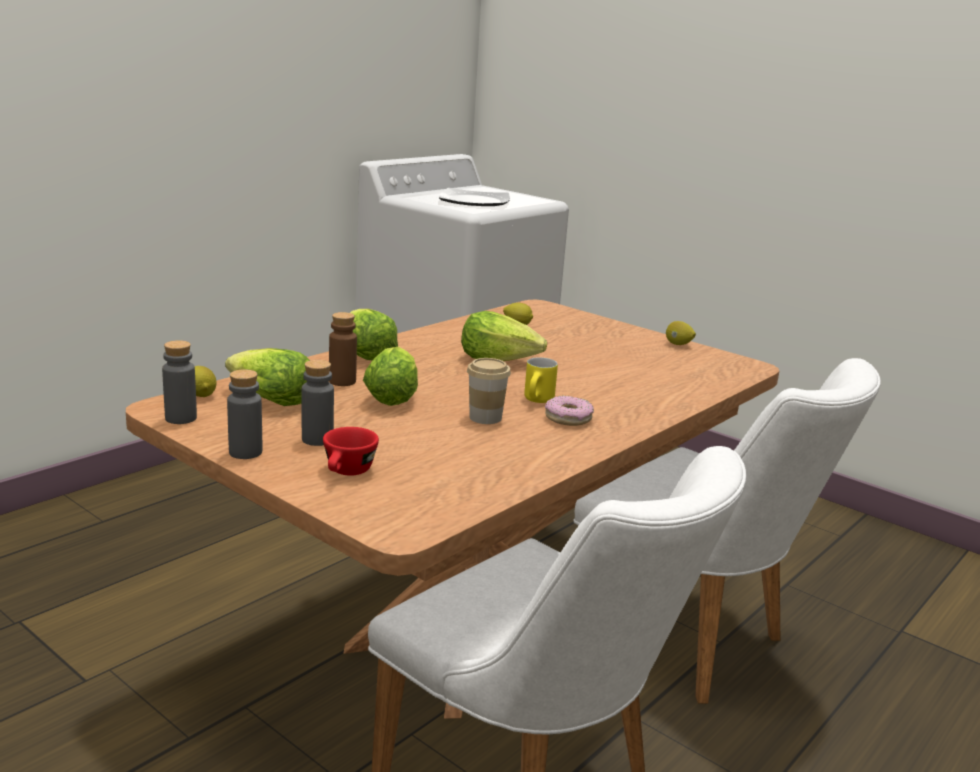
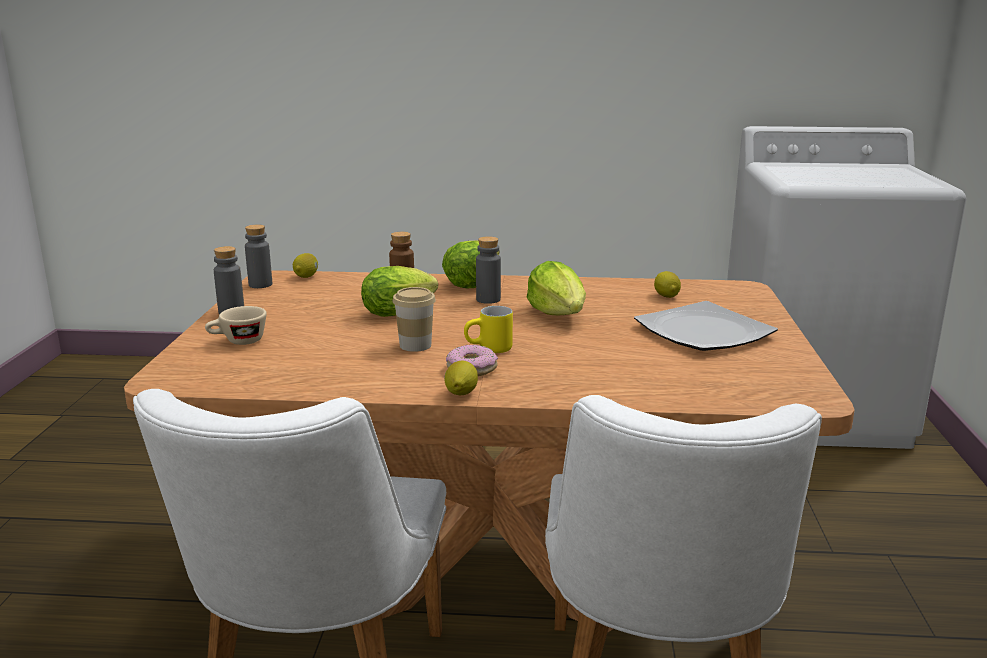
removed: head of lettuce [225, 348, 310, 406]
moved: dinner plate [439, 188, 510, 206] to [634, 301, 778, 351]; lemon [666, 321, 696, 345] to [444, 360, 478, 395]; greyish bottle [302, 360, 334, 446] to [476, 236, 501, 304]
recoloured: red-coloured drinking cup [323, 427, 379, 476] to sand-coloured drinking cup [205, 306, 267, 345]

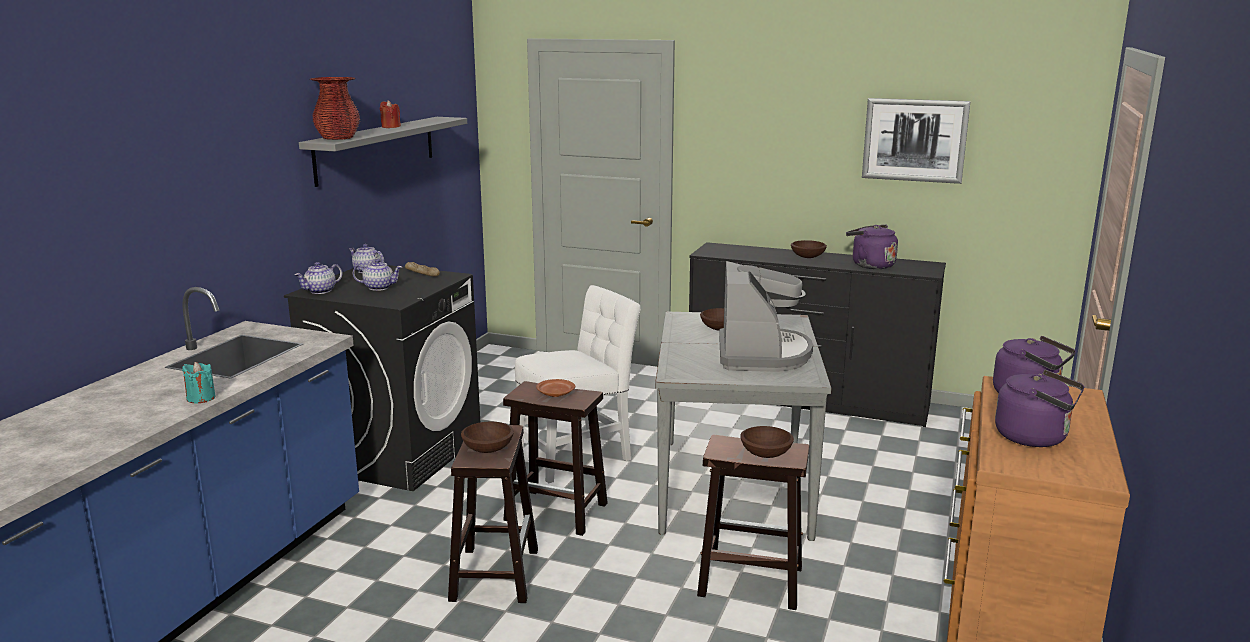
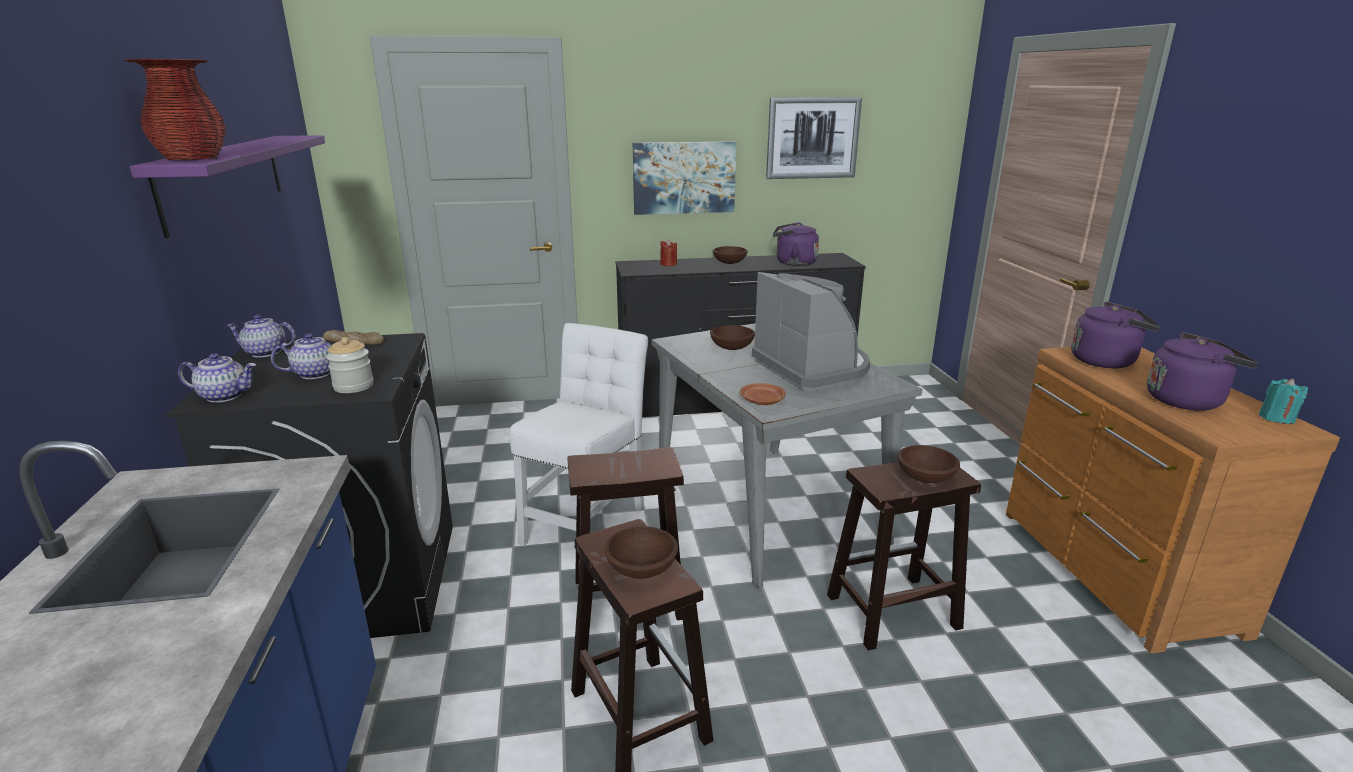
added: wall art [633, 141, 736, 215]; preserve jar [326, 337, 374, 393]
moved: red-coloured wax candle [380, 100, 401, 128] to [660, 240, 677, 266]; turquoise wax candle [182, 362, 216, 403] to [1259, 379, 1308, 424]; brownish dinner plate [536, 379, 575, 397] to [740, 383, 786, 405]
recoloured: greyish bracket shelf [299, 117, 467, 187] to purple-coloured bracket shelf [130, 135, 325, 238]
turned: tea pot [295, 262, 343, 294] = [178, 353, 256, 403] 105 degrees counterclockwise

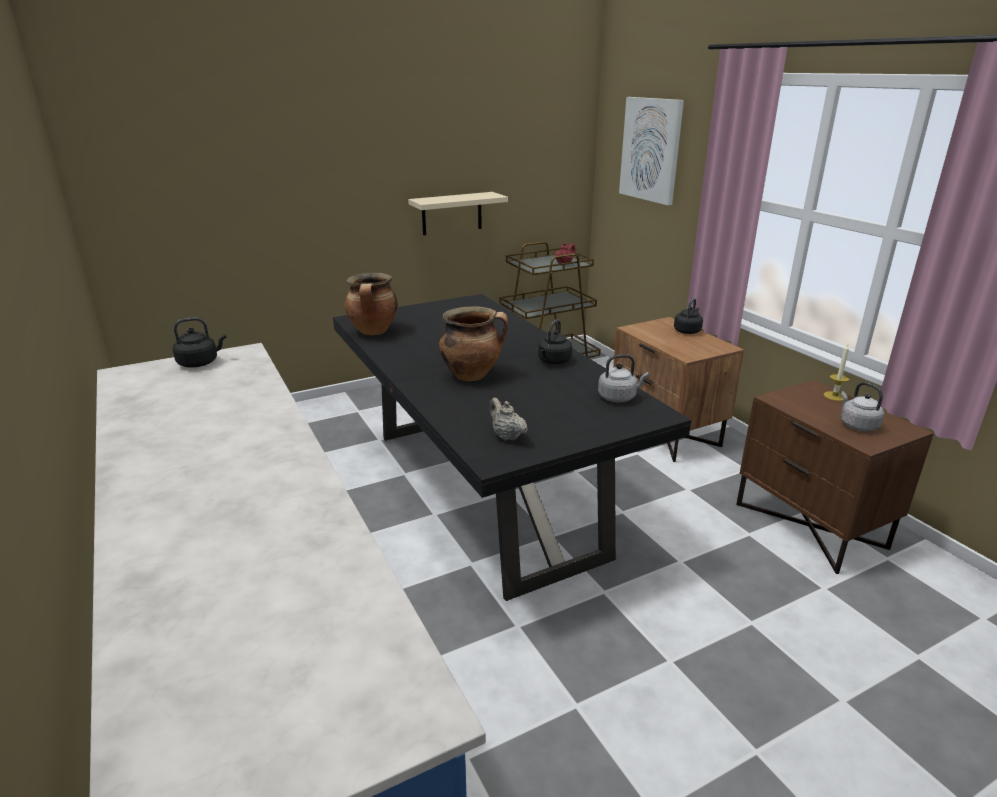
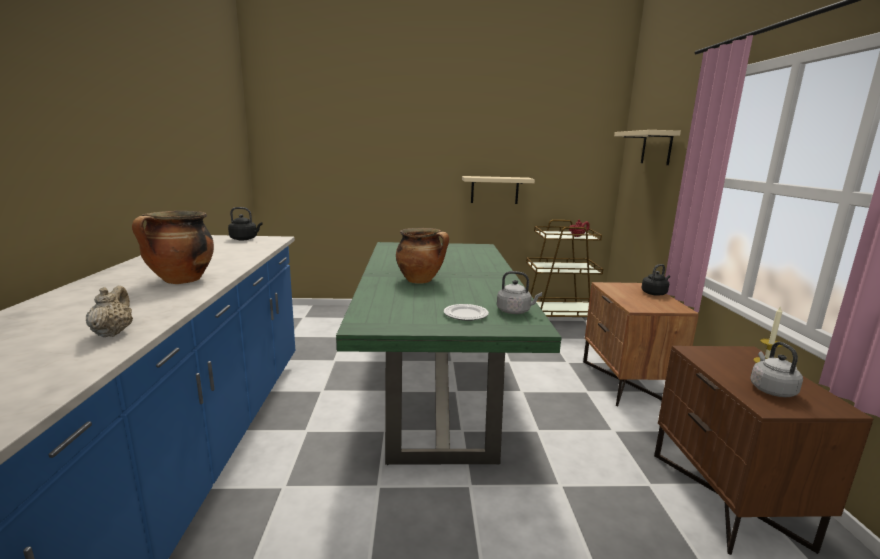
removed: black-coloured water kettle [538, 319, 572, 364]
added: dinner plate [444, 304, 489, 321]
moved: cooking pot [345, 273, 398, 335] to [132, 211, 214, 284]; sand-coloured tea pot [489, 398, 527, 440] to [86, 286, 133, 337]
replaced: wall art [619, 97, 684, 205] to sand-coloured bracket shelf [614, 130, 681, 165]
recoloured: black-coloured dinner table [333, 294, 691, 601] to green-coloured dinner table [336, 242, 562, 465]

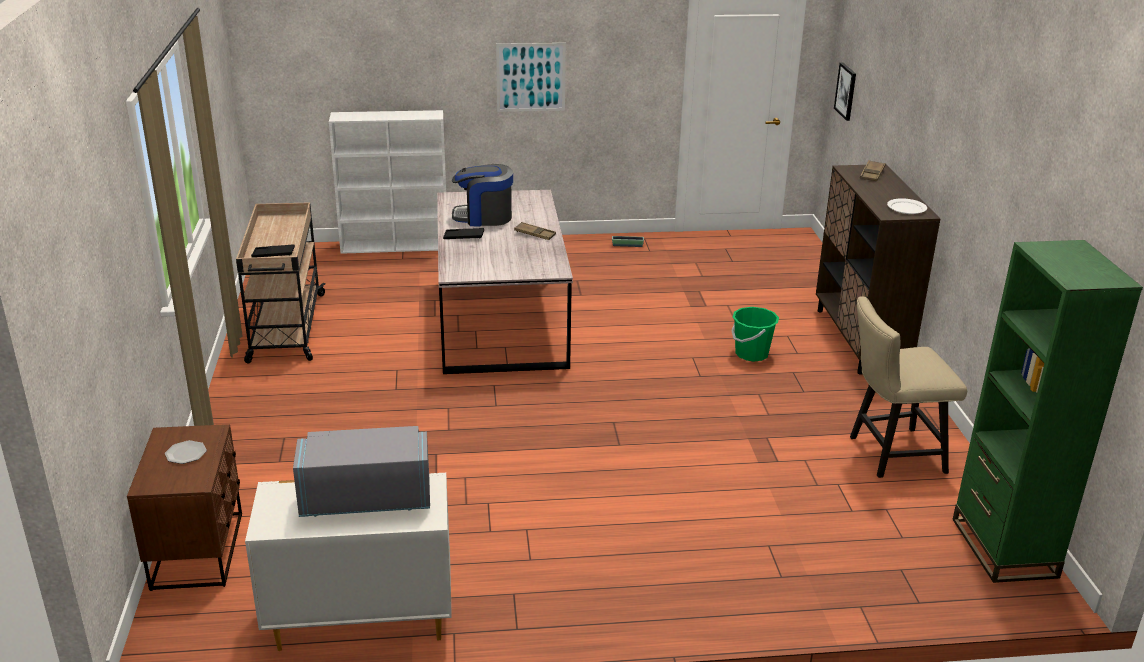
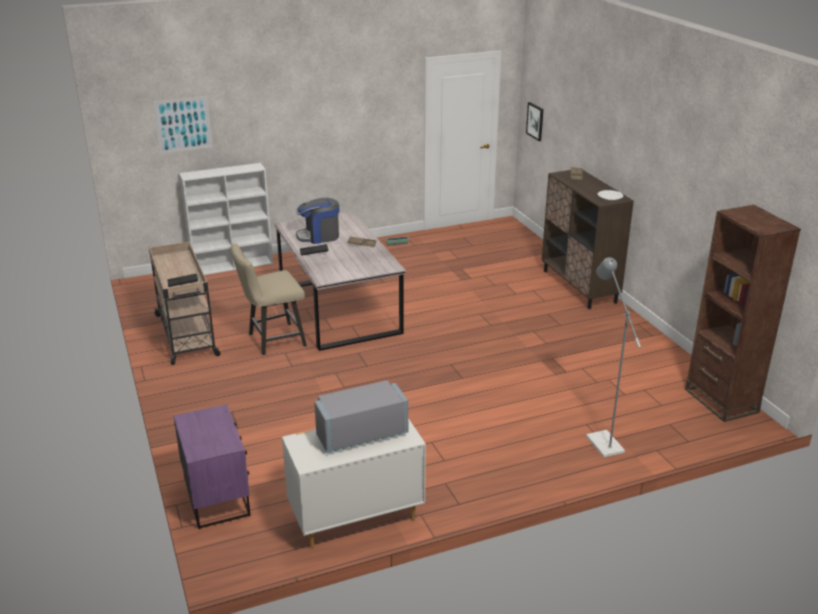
removed: green-coloured bucket [731, 307, 779, 362]; dinner plate [165, 440, 207, 464]
added: greyish floor lamp [586, 257, 641, 457]
moved: wall art [496, 43, 566, 112] to [153, 96, 213, 154]; sand-coloured plain chair [850, 297, 967, 478] to [231, 244, 307, 355]
recoloured: green-coloured shelving unit [953, 240, 1143, 583] to brownish shelving unit [685, 205, 801, 422]; brownish night table [127, 424, 242, 591] to purple-coloured night table [173, 404, 251, 529]

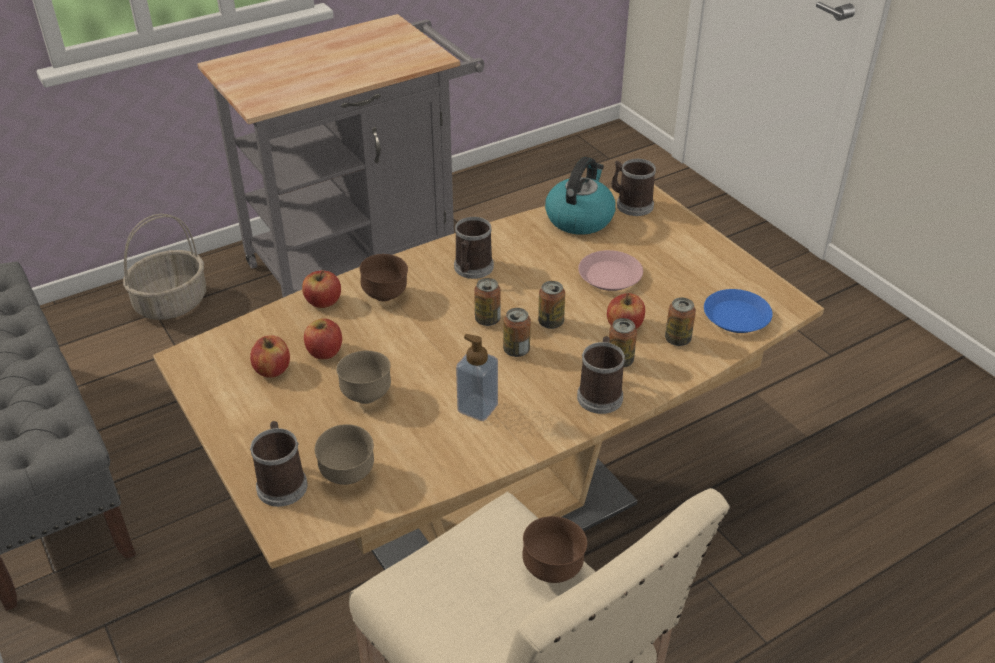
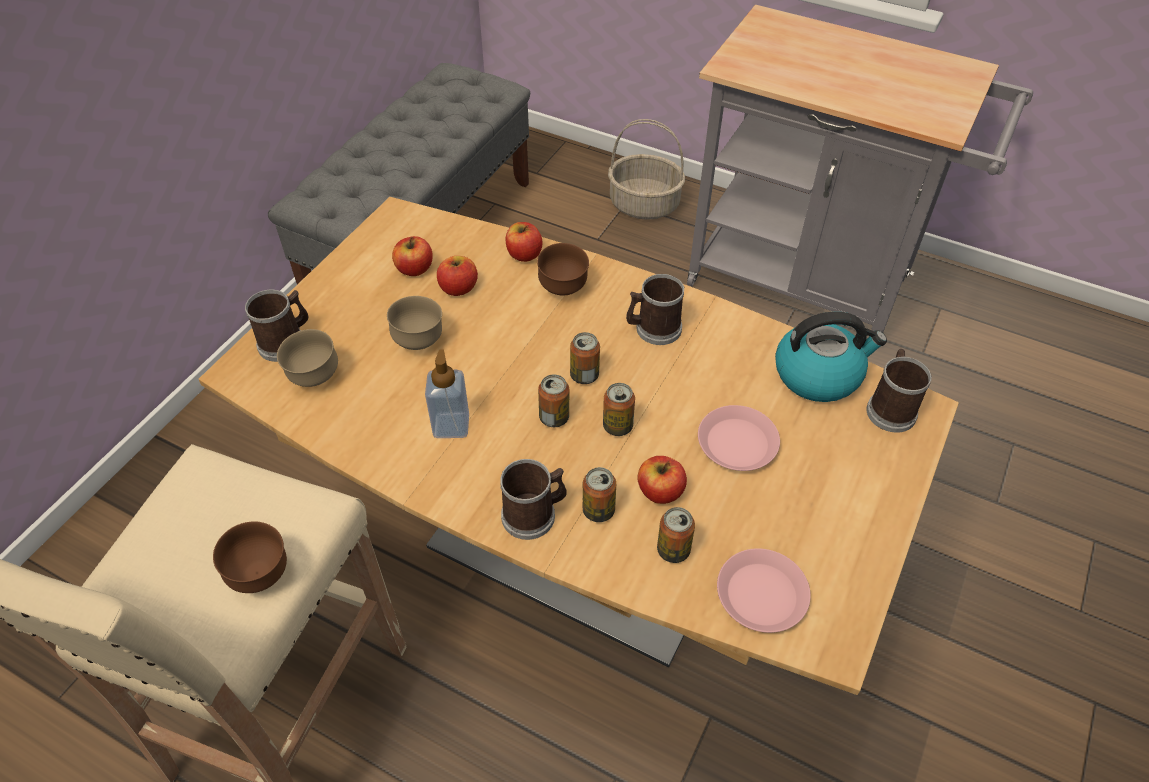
recoloured: blue-coloured dinner plate [704, 289, 773, 333] to pinkish dinner plate [717, 548, 811, 633]

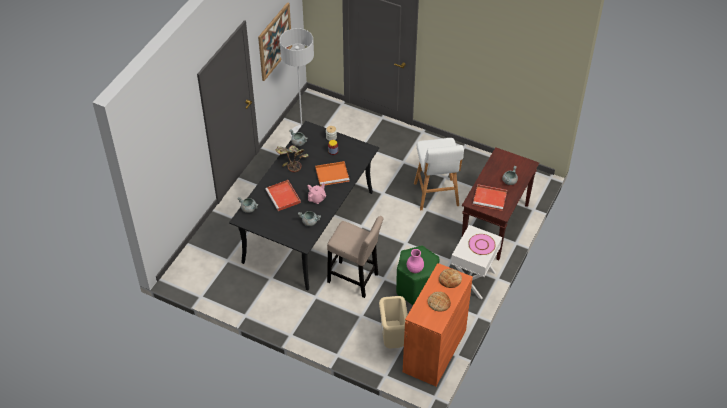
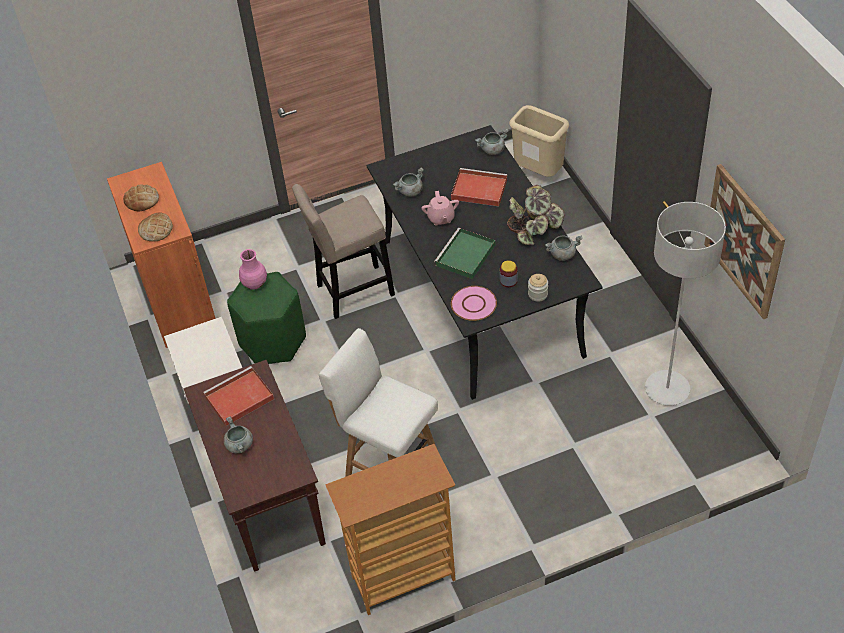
added: shelving unit [325, 444, 455, 615]
moved: pinkish dinner plate [468, 234, 496, 255] to [451, 286, 497, 321]; sand-coloured trash can [379, 296, 408, 348] to [509, 105, 569, 177]
recoloured: orange carrying tray [315, 161, 349, 186] to green-coloured carrying tray [434, 228, 495, 279]

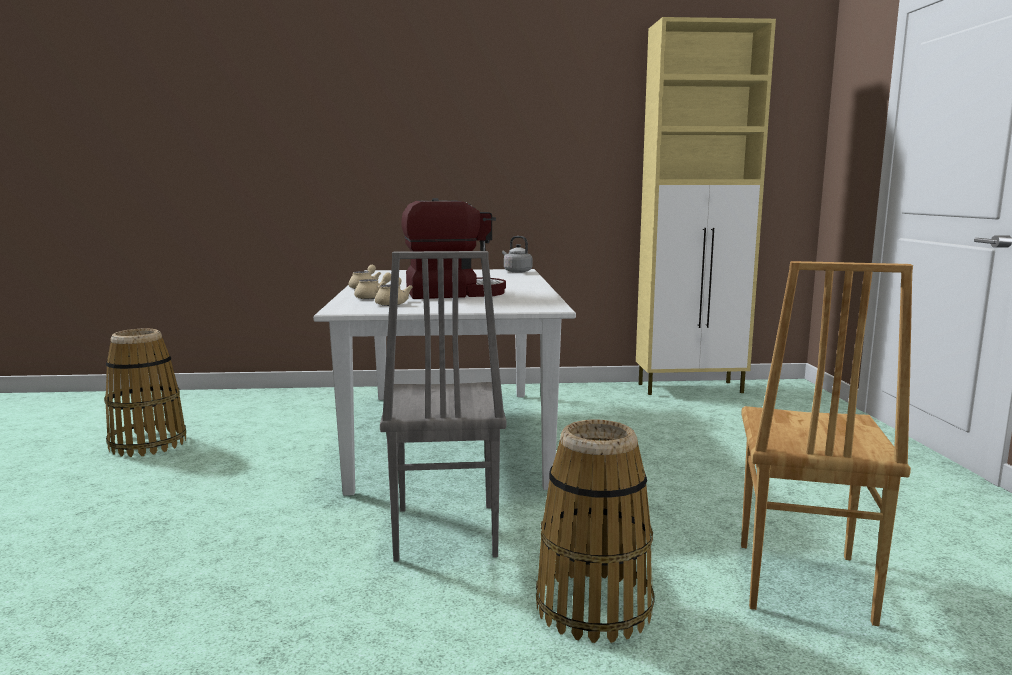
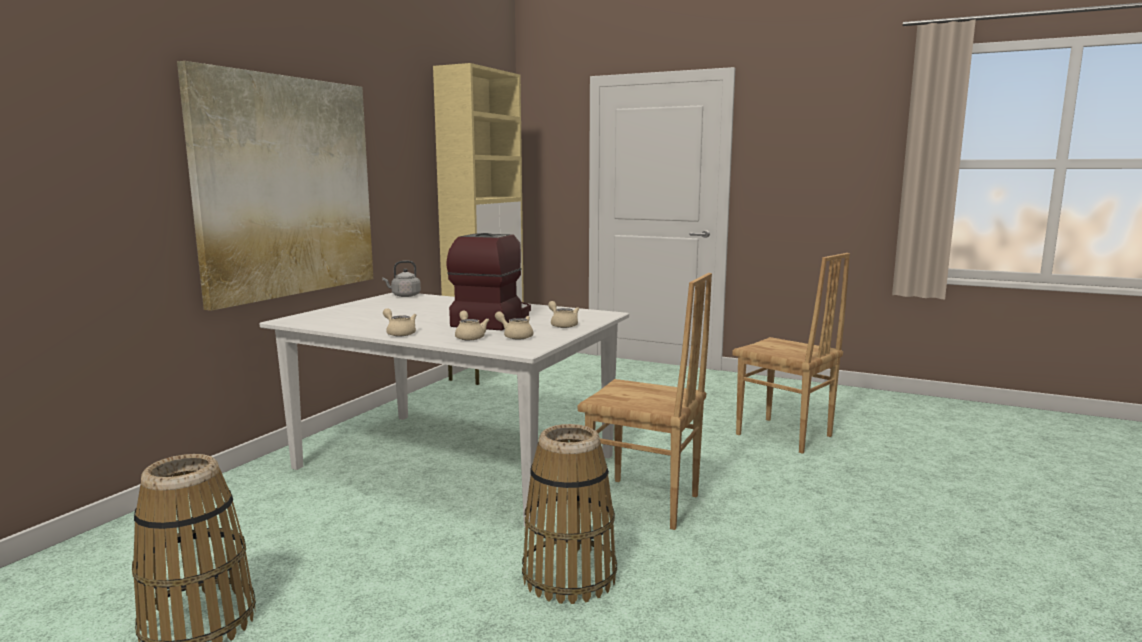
added: wall art [177, 61, 373, 311]; sand-coloured tea pot [548, 301, 579, 328]
moved: storage basket [536, 420, 655, 643] to [522, 424, 617, 604]
recoloured: greyish plain chair [380, 251, 506, 562] to brownish plain chair [578, 273, 712, 530]

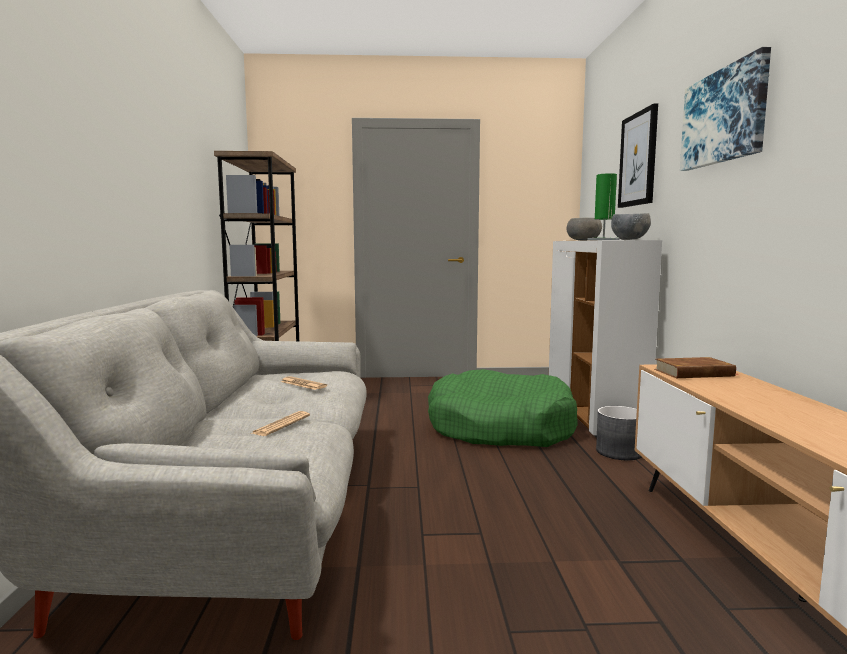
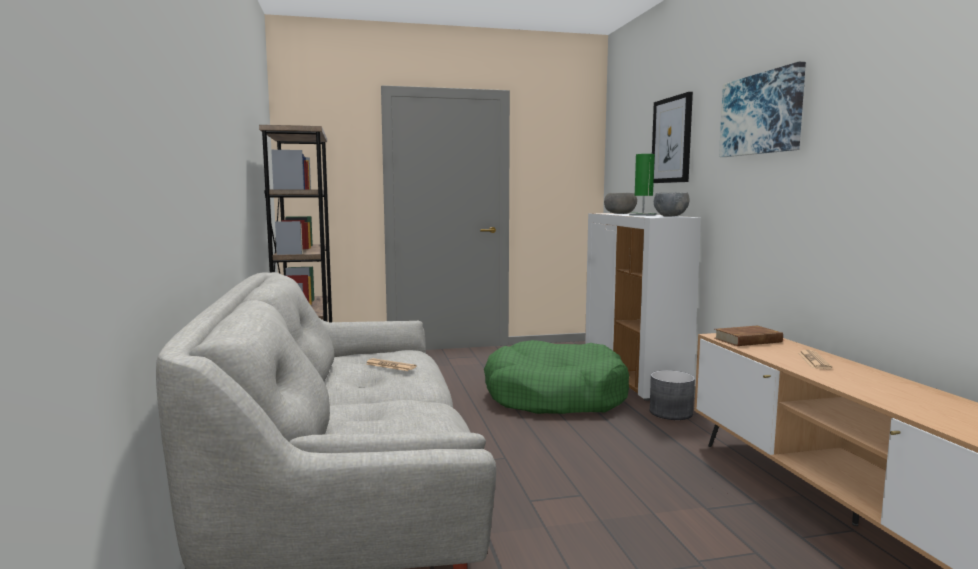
moved: printed paper [250, 411, 310, 436] to [798, 350, 832, 369]

